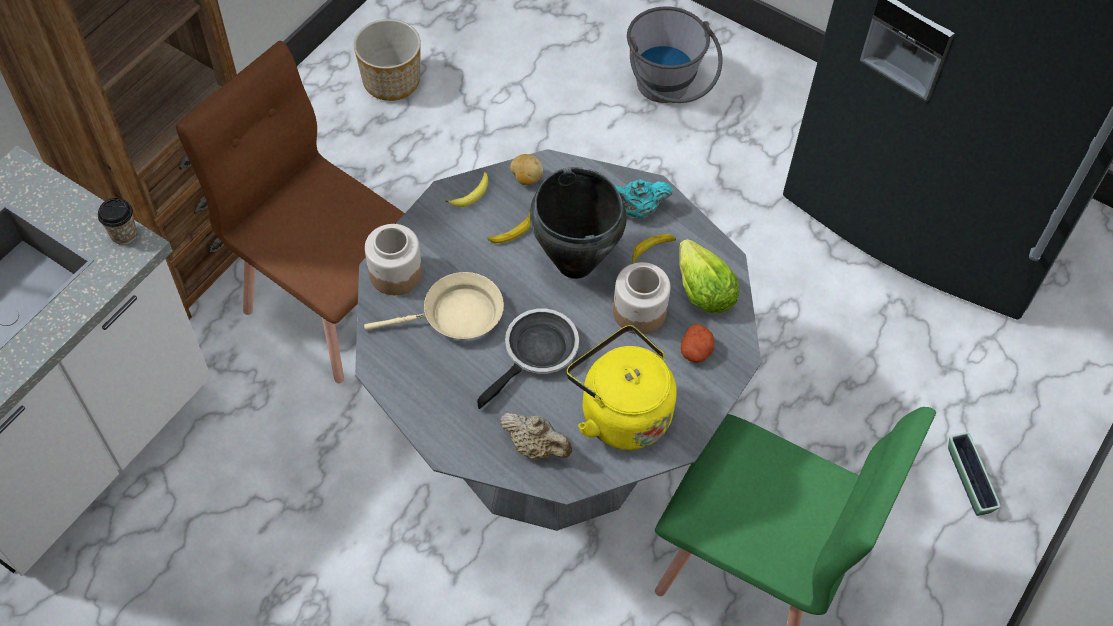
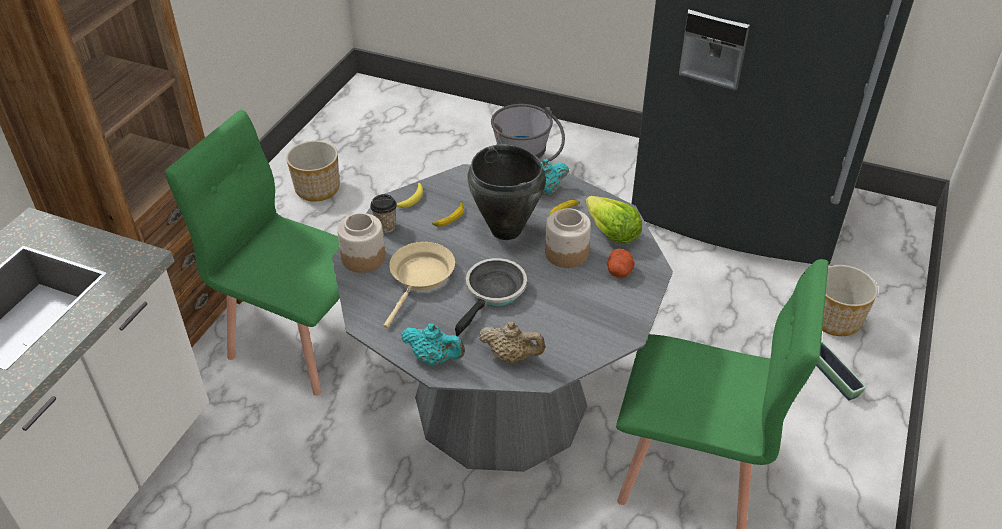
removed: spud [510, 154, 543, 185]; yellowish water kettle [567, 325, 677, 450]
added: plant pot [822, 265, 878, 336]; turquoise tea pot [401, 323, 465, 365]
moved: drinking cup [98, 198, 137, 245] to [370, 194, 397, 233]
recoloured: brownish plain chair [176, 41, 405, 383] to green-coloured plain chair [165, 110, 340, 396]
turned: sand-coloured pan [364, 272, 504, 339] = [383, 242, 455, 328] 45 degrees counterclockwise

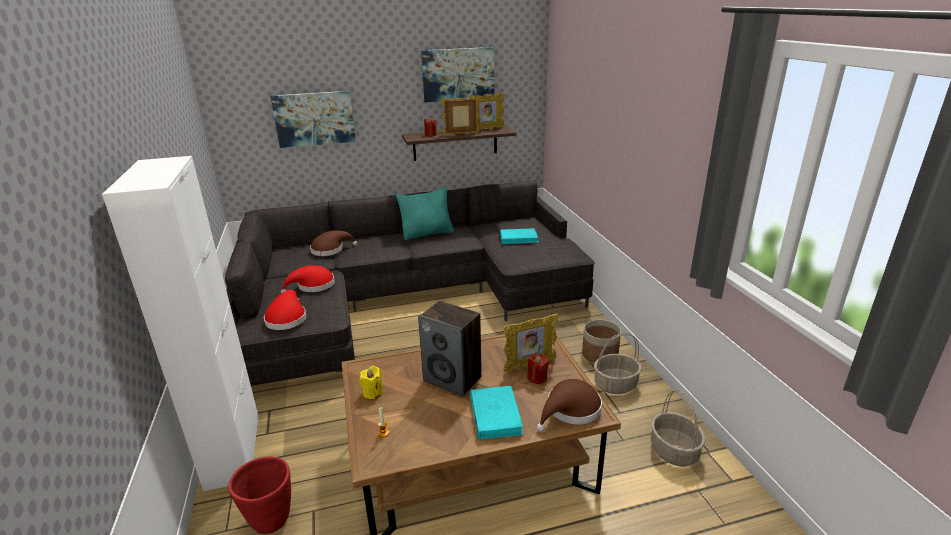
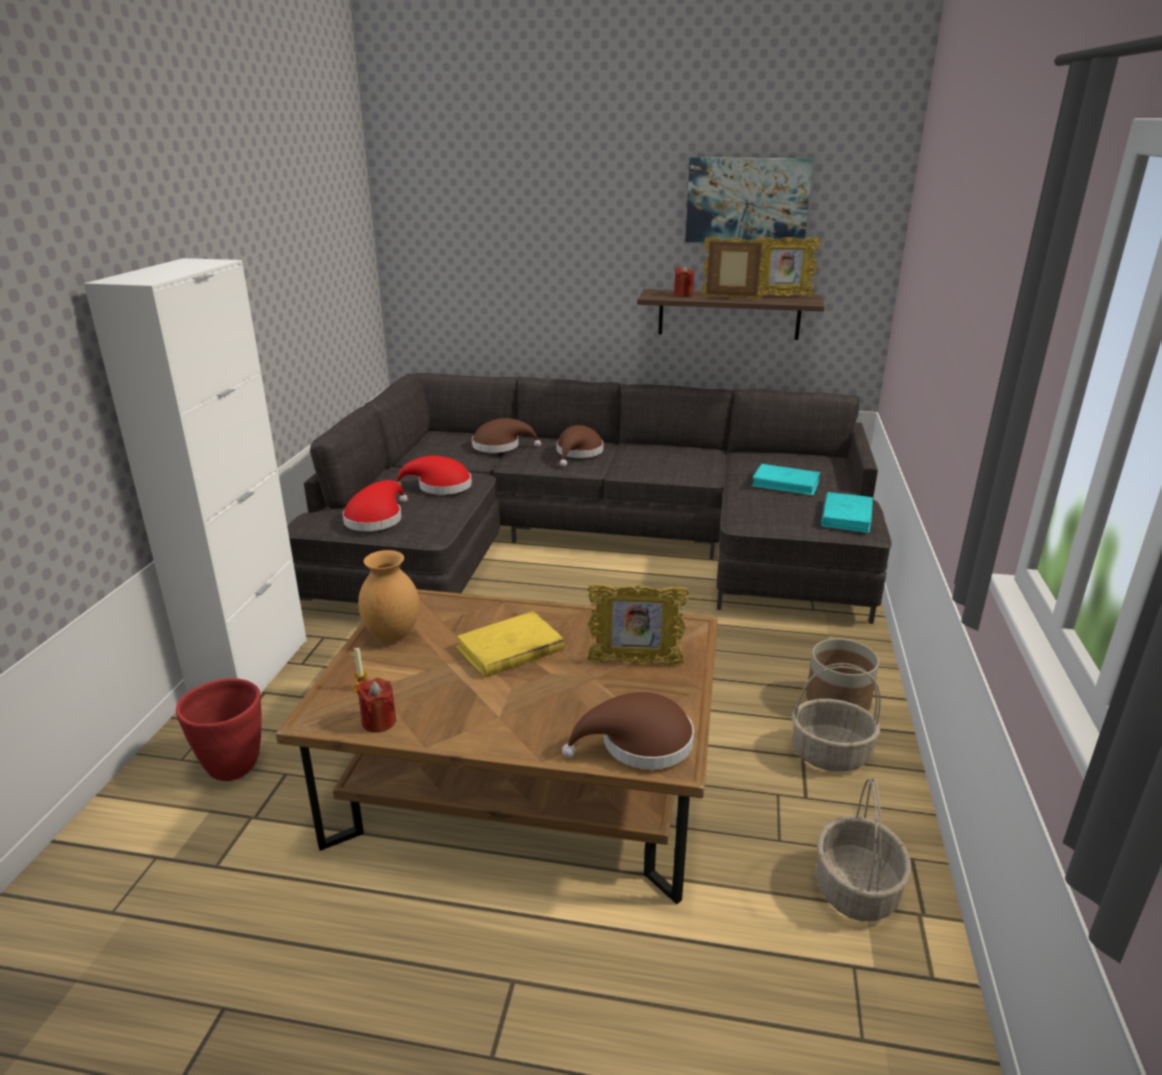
removed: wall art [271, 91, 356, 148]; turquoise throw pillow [396, 187, 454, 240]
added: brownish clothing hat [556, 425, 604, 467]
moved: red-coloured wax candle [527, 353, 549, 384] to [357, 678, 396, 732]; turquoise book [470, 386, 523, 440] to [821, 492, 873, 533]
replaced: audio speaker [418, 301, 482, 396] to yellowish book [456, 611, 564, 677]; yellowish wax candle [360, 366, 383, 399] to brownish decorative vase [358, 550, 420, 642]

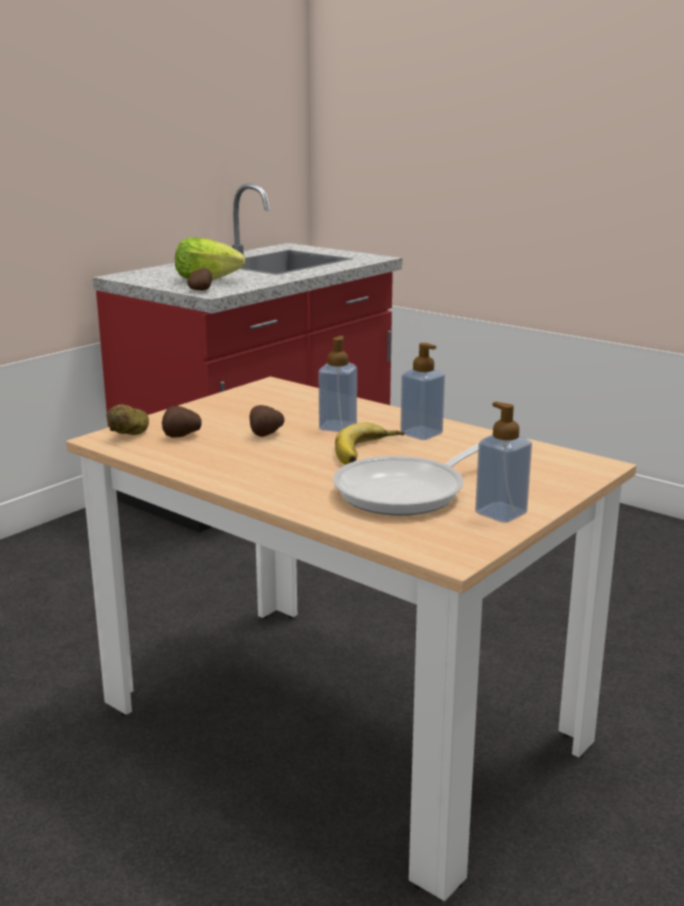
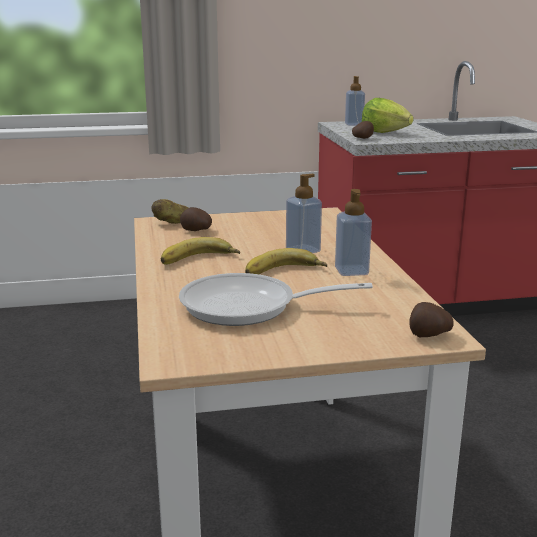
added: banana [161, 237, 240, 265]
moved: soap bottle [475, 402, 532, 523] to [345, 76, 365, 126]; spud [250, 405, 285, 437] to [410, 302, 454, 337]

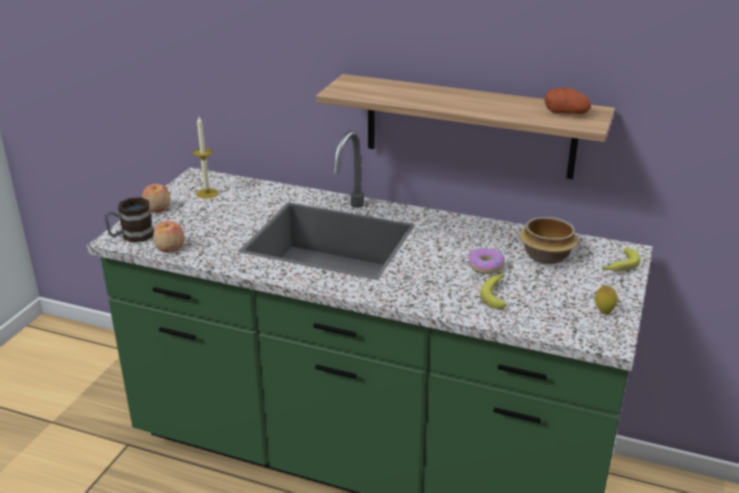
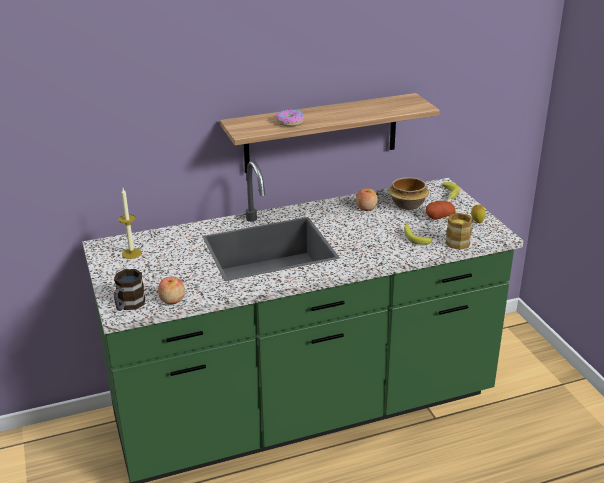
added: coffee mug [445, 211, 473, 250]
moved: spud [545, 88, 591, 114] to [426, 200, 455, 220]; apple fruit [142, 184, 171, 213] to [356, 188, 378, 211]; ring doughnut [468, 248, 505, 274] to [275, 110, 304, 127]

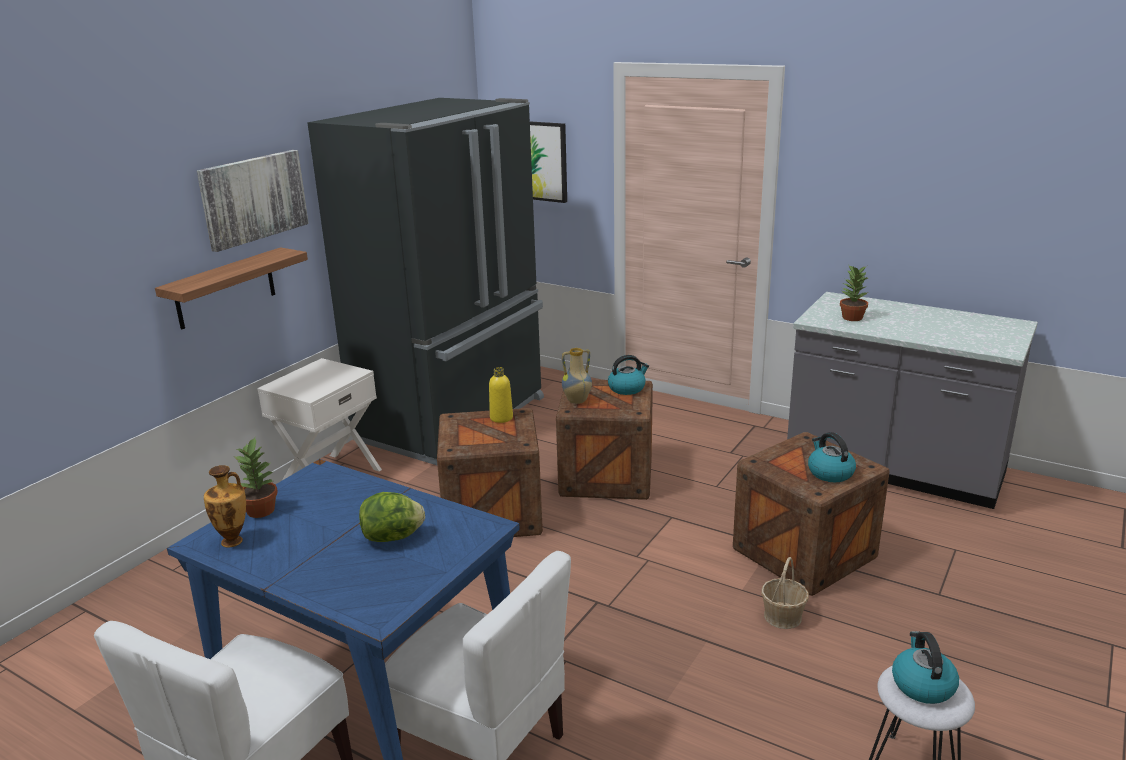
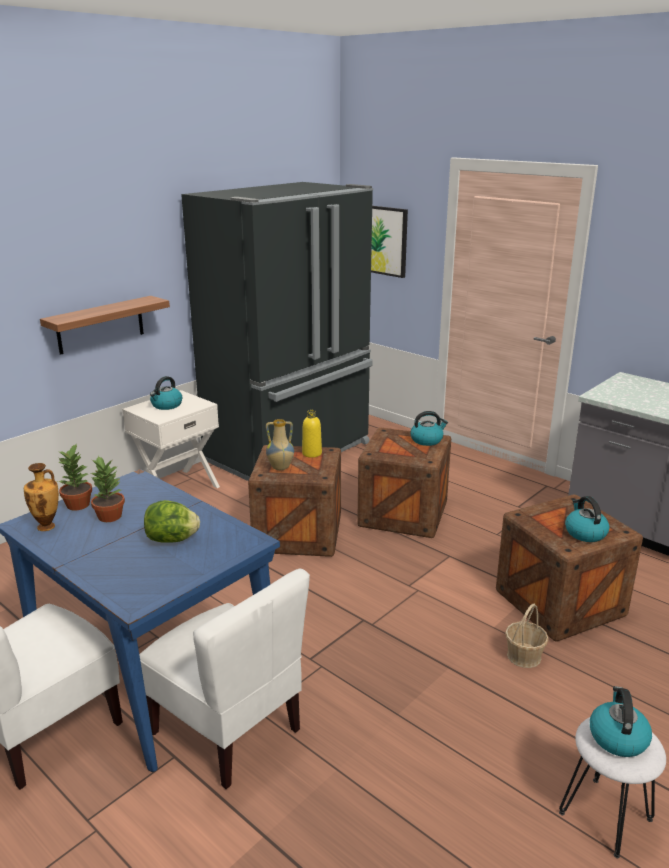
removed: wall art [197, 150, 309, 252]
added: water kettle [150, 376, 182, 410]
moved: plant in a pot [840, 266, 868, 321] to [91, 456, 125, 522]; decorative vase [562, 348, 592, 404] to [266, 419, 294, 470]

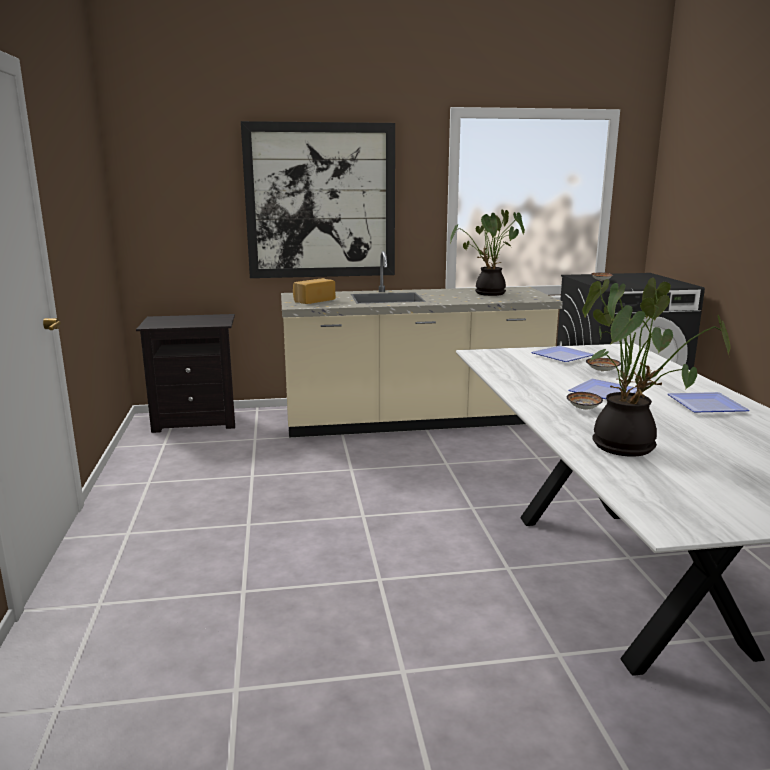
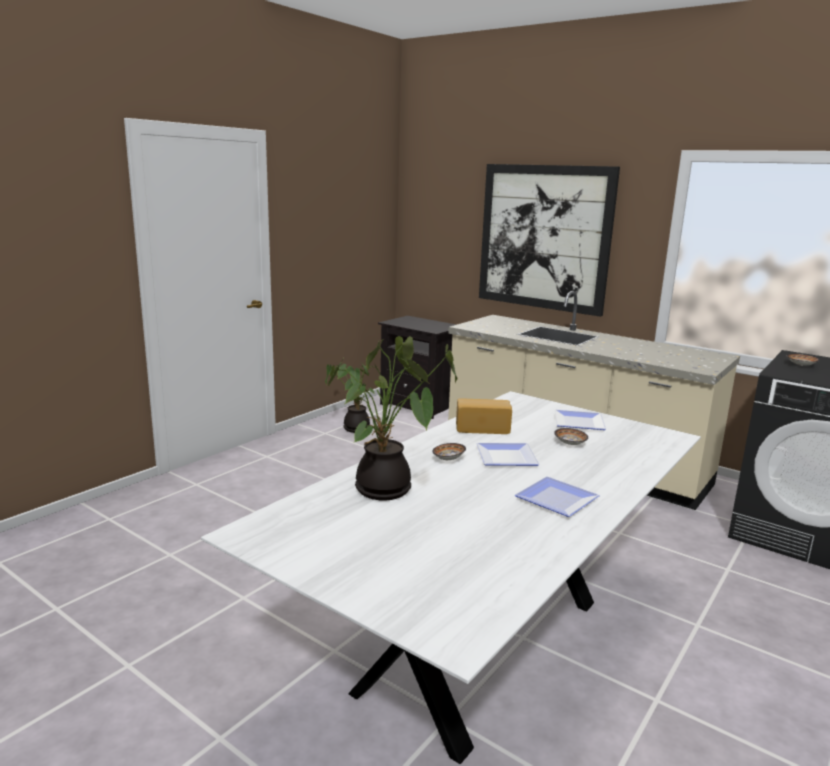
moved: plant in a pot [450, 209, 525, 296] to [325, 363, 381, 433]; bakery bread [293, 278, 335, 304] to [456, 398, 512, 434]

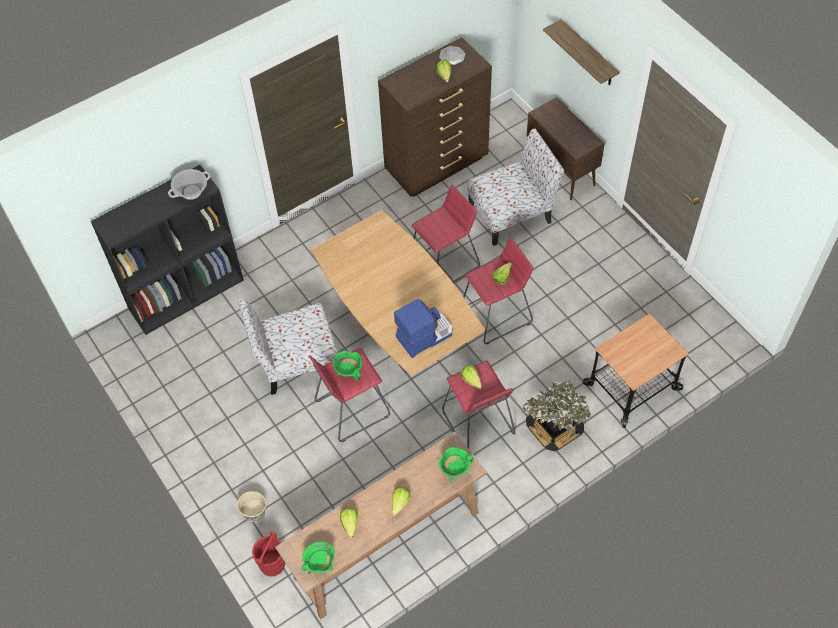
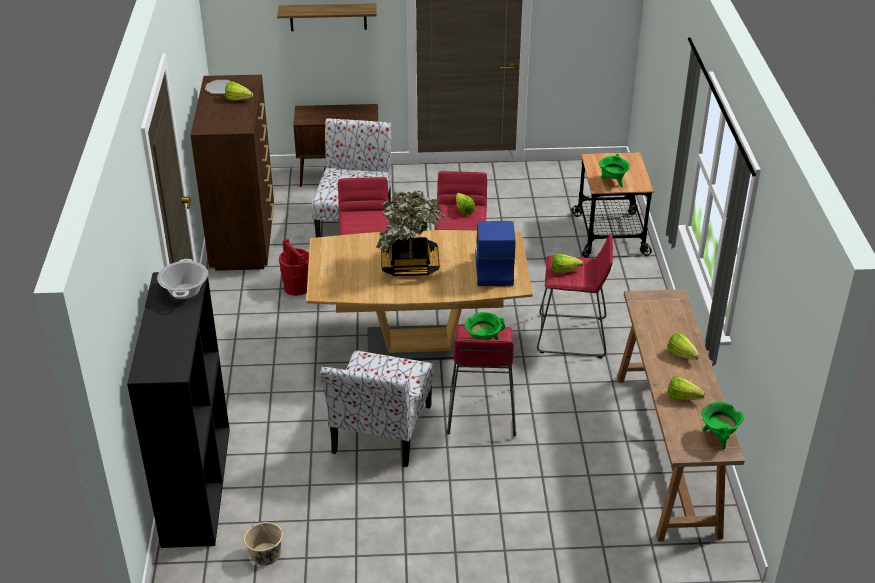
moved: plant in a pot [522, 380, 591, 451] to [376, 191, 447, 276]; green-coloured cooking pot [439, 447, 474, 482] to [599, 154, 630, 187]; sand-coloured bucket [237, 490, 266, 522] to [244, 521, 283, 566]; red-coloured bucket [252, 531, 285, 577] to [279, 239, 309, 296]

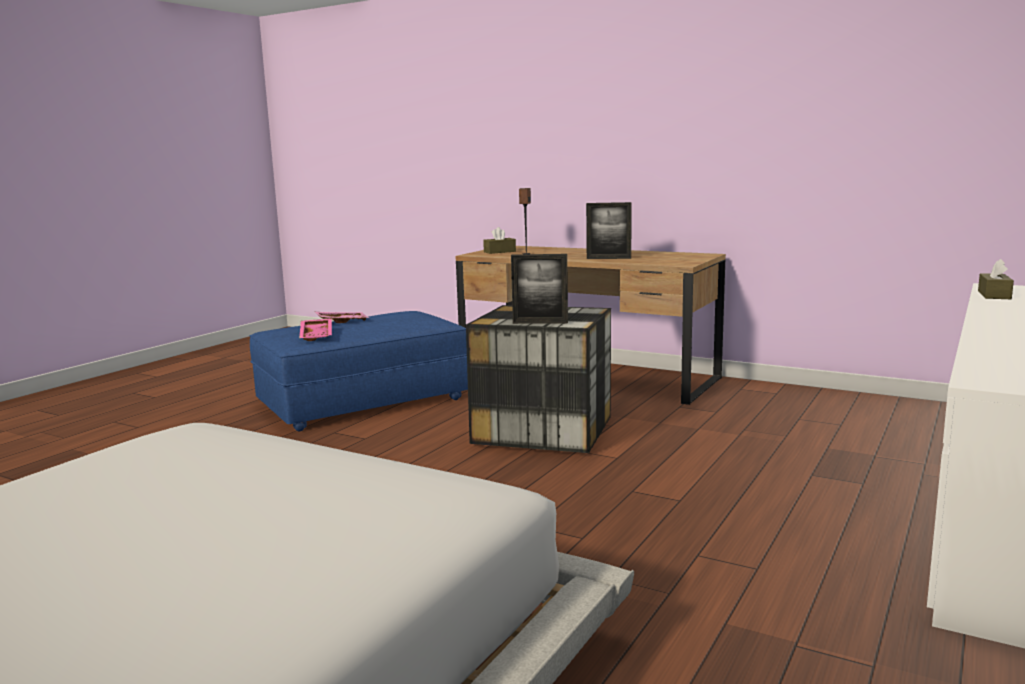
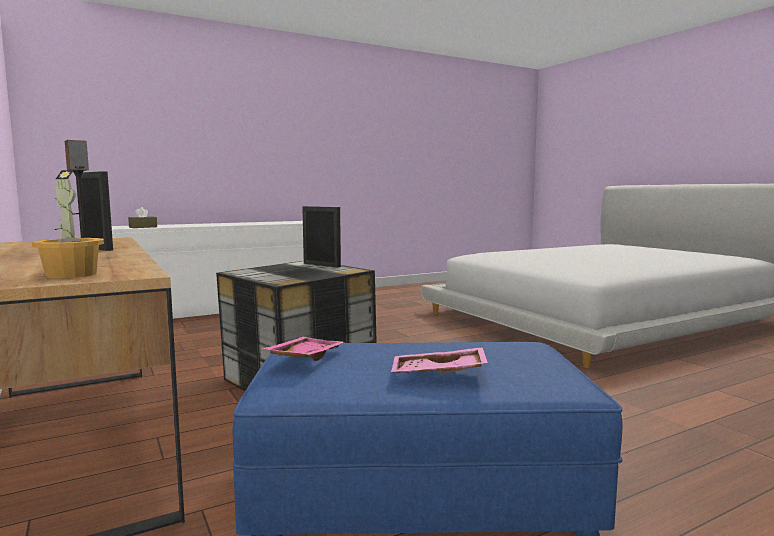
moved: pinkish carrying tray [299, 318, 332, 341] to [262, 337, 345, 361]
replaced: brownish box of tissues [483, 227, 516, 254] to plant in a pot [32, 170, 104, 278]

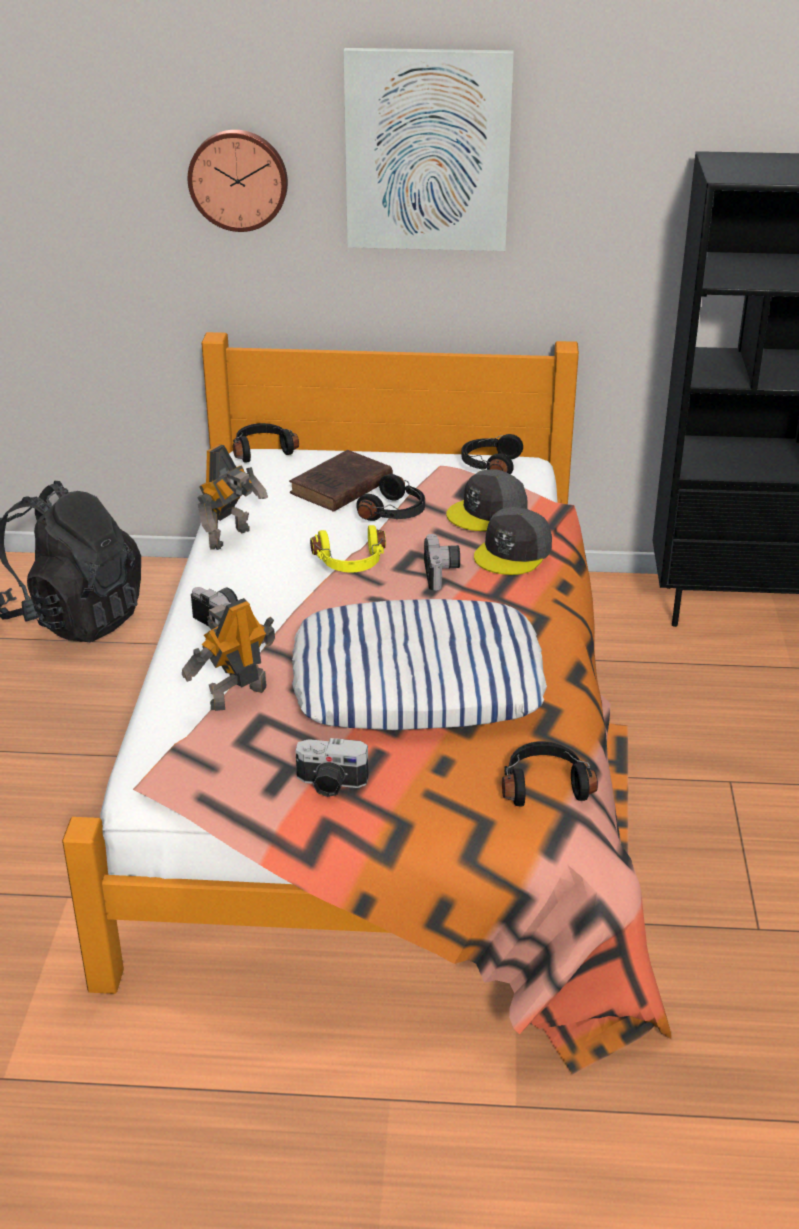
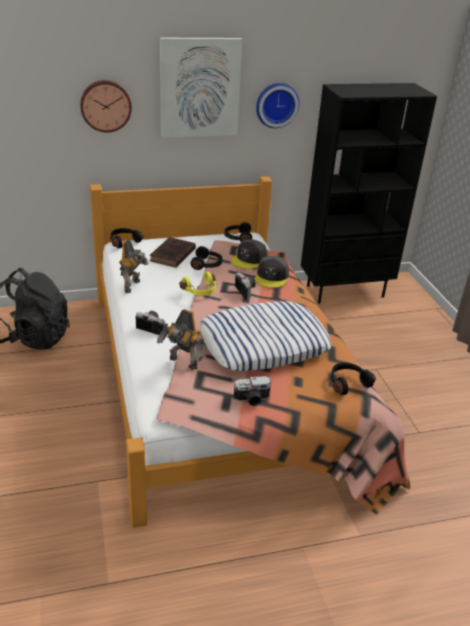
added: wall clock [256, 83, 299, 128]
turned: model robot [182, 598, 275, 711] = [157, 309, 204, 370] 90 degrees counterclockwise

